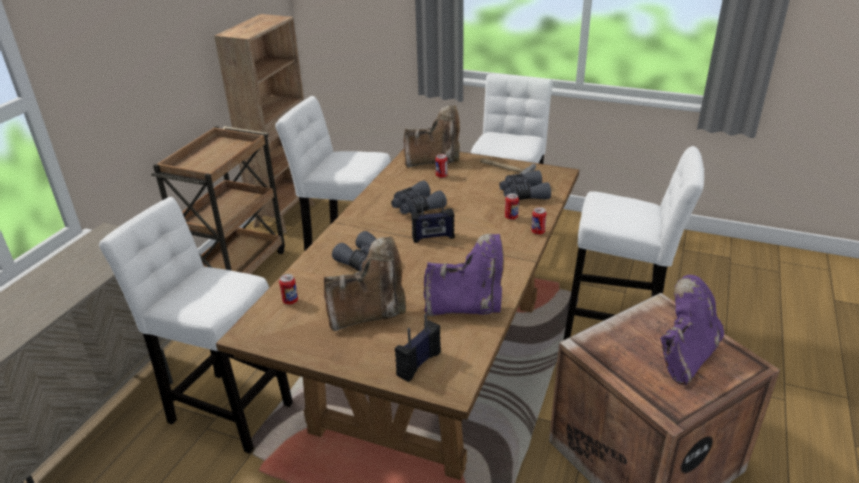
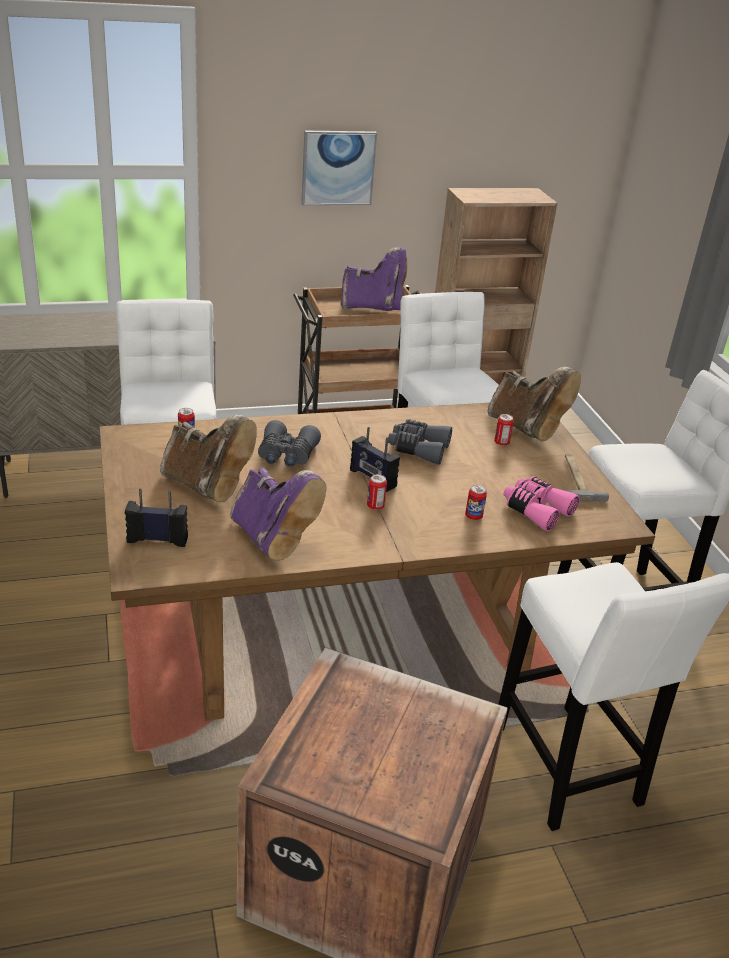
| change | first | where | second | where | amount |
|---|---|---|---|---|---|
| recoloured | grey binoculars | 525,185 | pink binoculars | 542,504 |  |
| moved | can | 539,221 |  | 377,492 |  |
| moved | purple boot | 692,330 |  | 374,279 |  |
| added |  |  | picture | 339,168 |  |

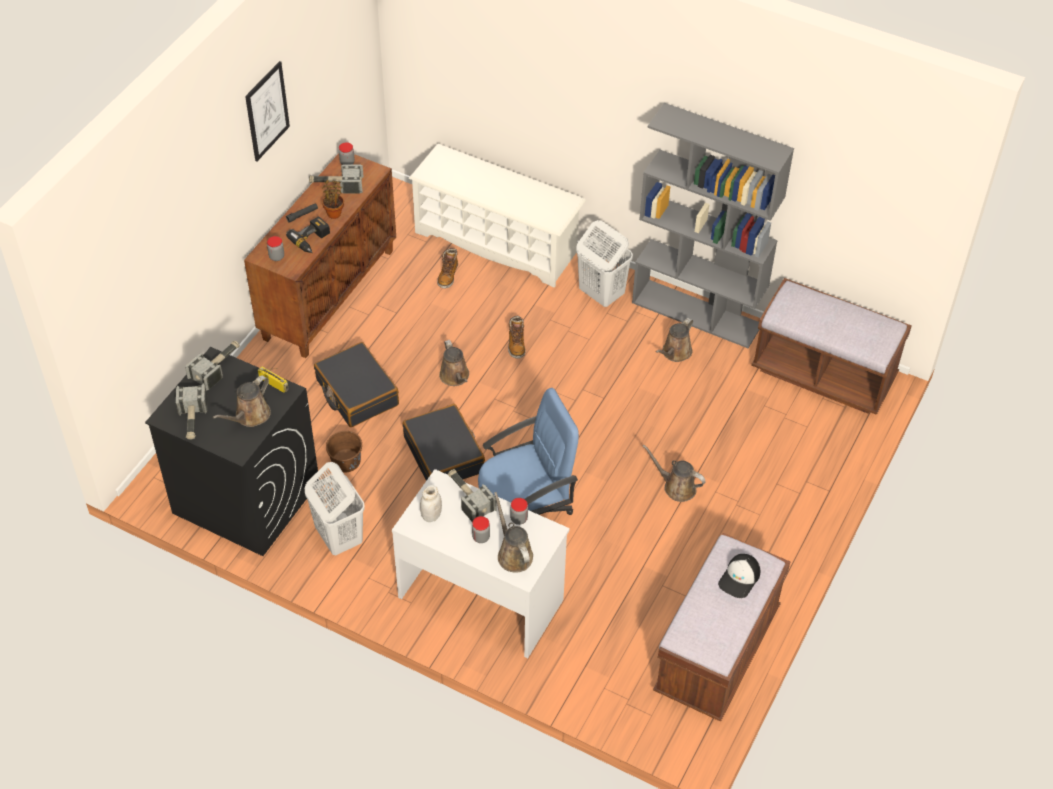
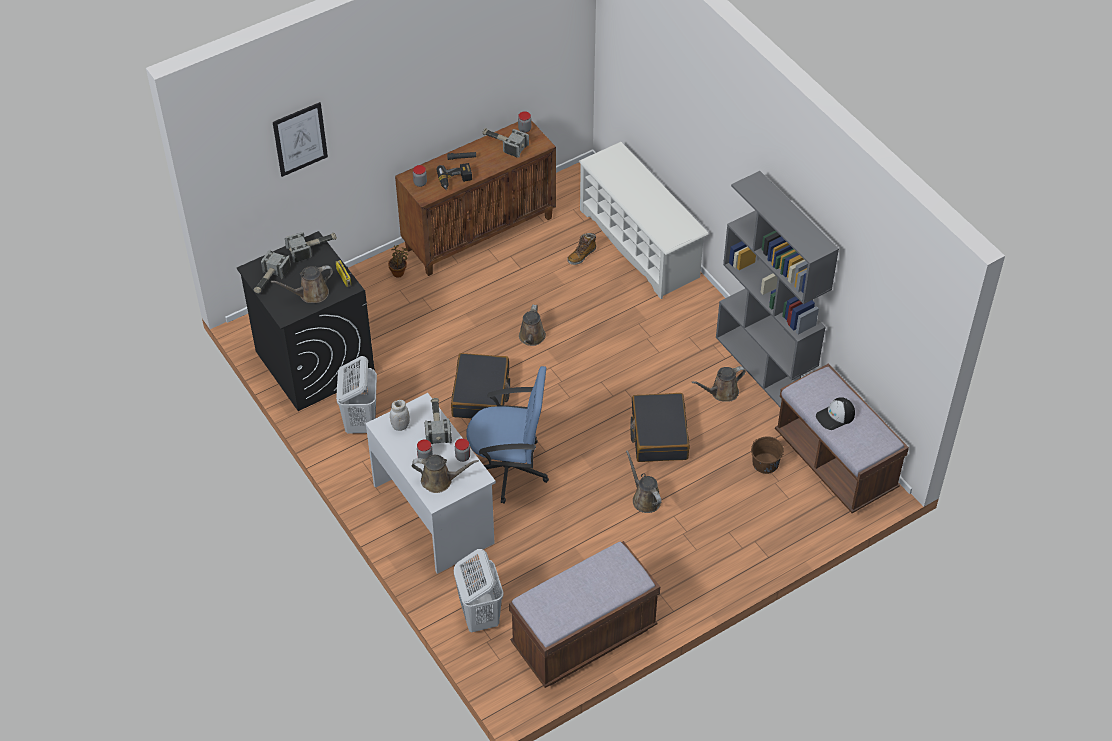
| change | first | where | second | where | amount |
|---|---|---|---|---|---|
| moved | picture | 267,111 |  | 300,139 |  |
| moved | black suitcase | 356,384 |  | 660,427 |  |
| moved | potted plant | 333,199 |  | 398,261 |  |
| moved | brown bucket | 344,452 |  | 767,455 |  |
| turned | brown watering can | 513,532 |  | 445,474 | 90 degrees clockwise |
| removed | boot | 517,337 |  |  |  |
| moved | white laundry basket | 604,263 |  | 479,590 |  |
| moved | cap | 739,576 |  | 835,413 |  |

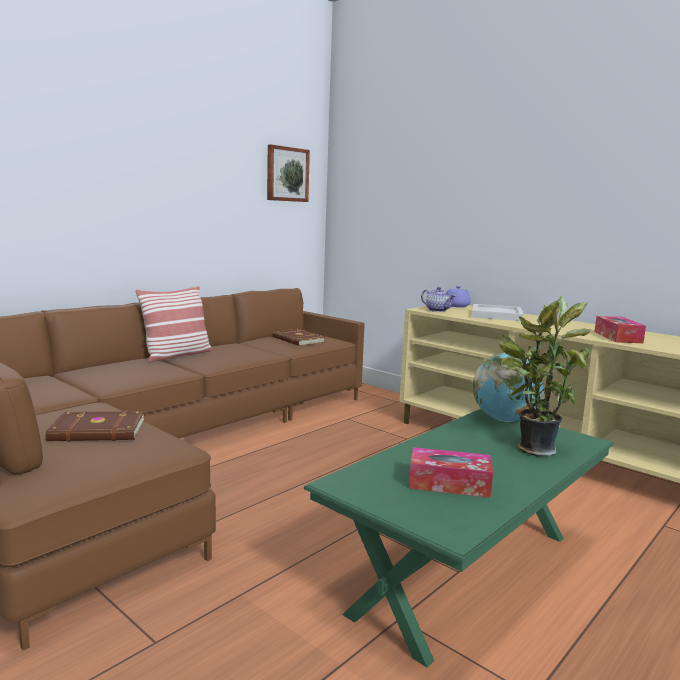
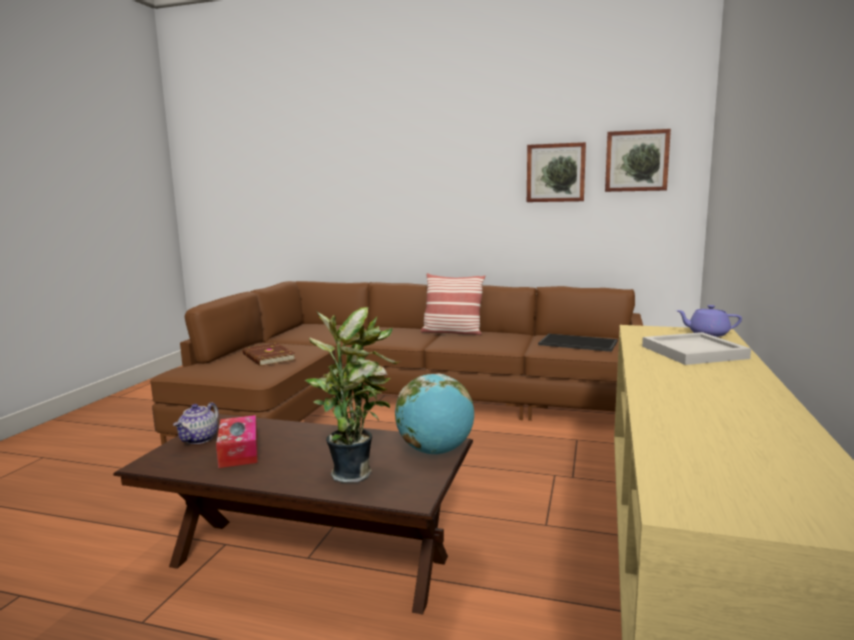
| change | first | where | second | where | amount |
|---|---|---|---|---|---|
| replaced | brown book | 299,337 | tray | 578,343 |  |
| recoloured | green coffee table | 459,538 | brown coffee table | 293,514 |  |
| moved | teapot | 438,299 |  | 195,423 |  |
| removed | tissue box | 620,329 |  |  |  |
| added |  |  | picture | 556,172 |  |

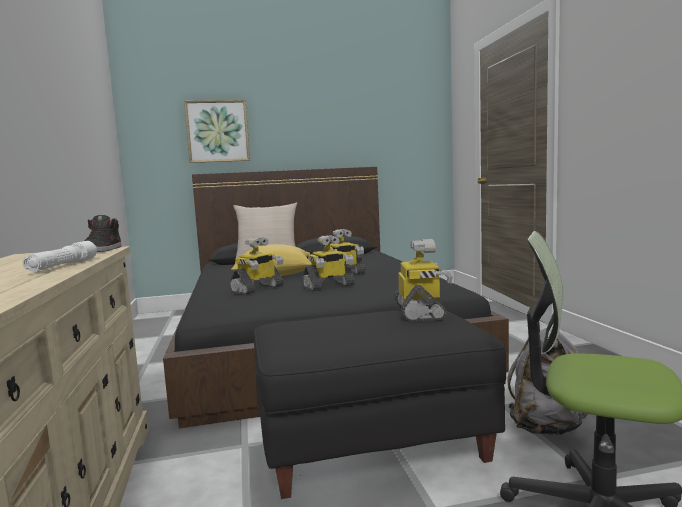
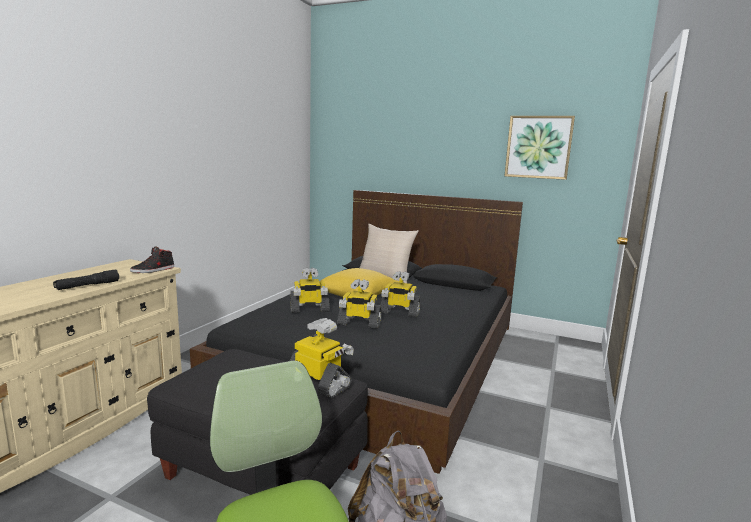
| change | first | where | second | where | amount |
|---|---|---|---|---|---|
| recoloured | white flashlight | 60,256 | black flashlight | 86,279 |  |
| moved | picture | 217,131 |  | 539,148 |  |
| turned | toy robot | 423,280 |  | 322,358 | 90 degrees counterclockwise |

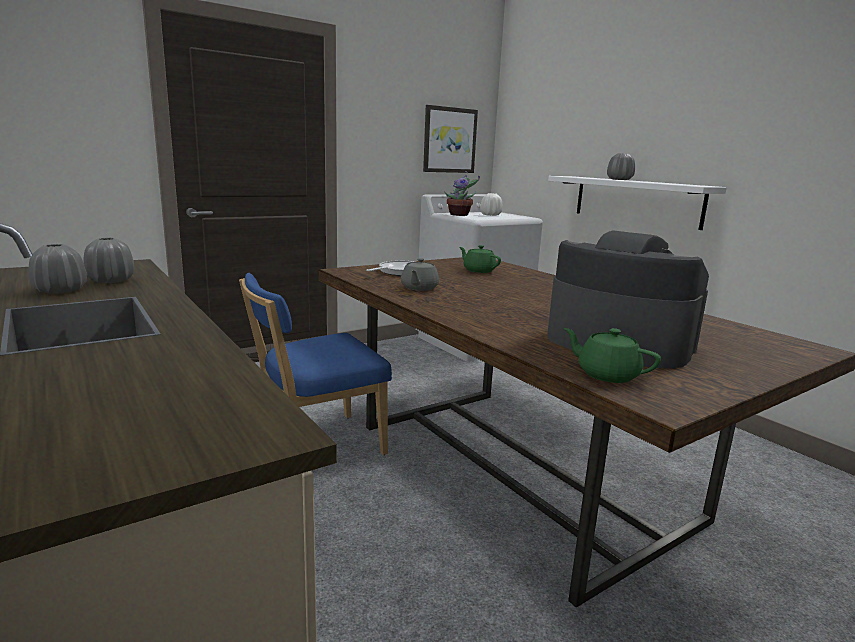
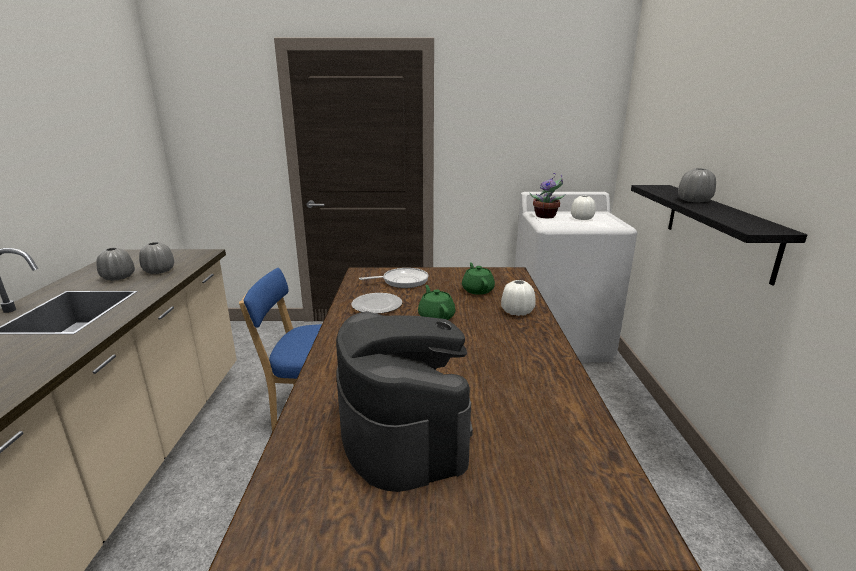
| change | first | where | second | where | amount |
|---|---|---|---|---|---|
| replaced | grey teapot | 420,274 | plate | 376,303 |  |
| removed | picture | 450,139 |  |  |  |
| recoloured | white shelf | 637,203 | black shelf | 719,235 |  |
| moved | green teapot | 612,355 |  | 436,302 |  |
| added |  |  | white vase | 518,298 |  |

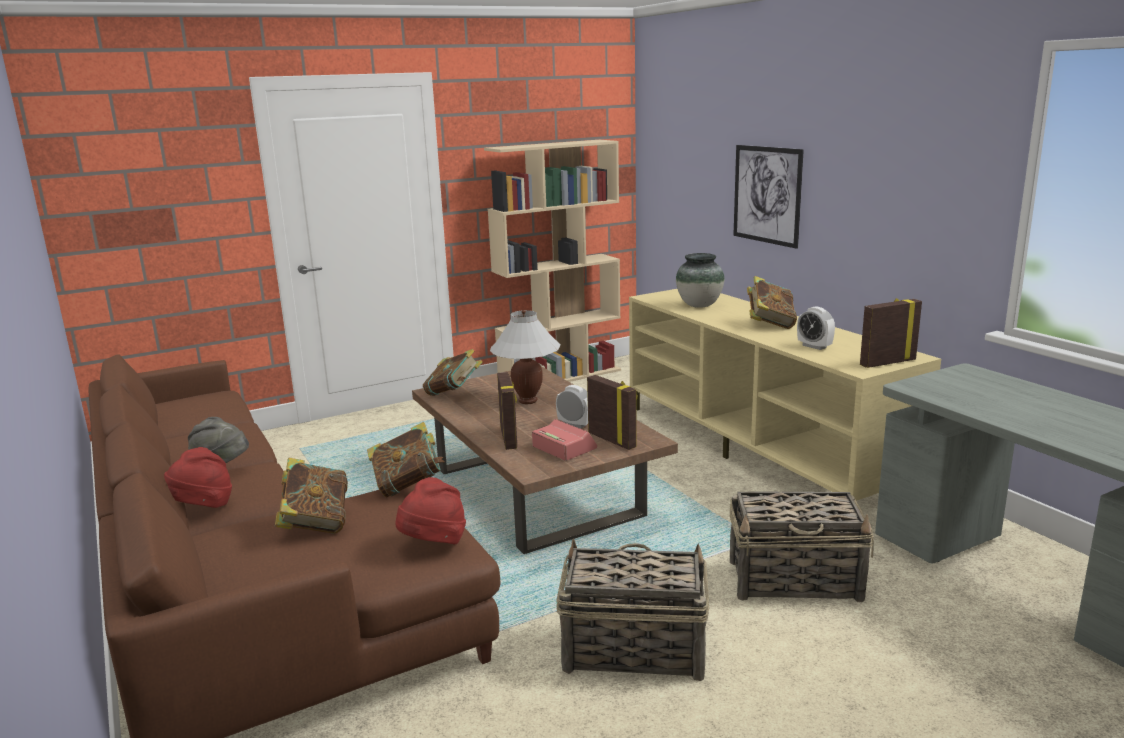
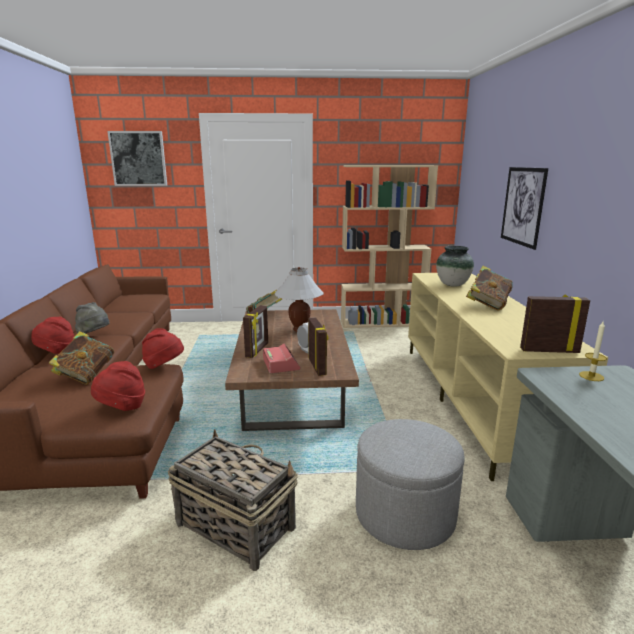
| change | first | where | second | where | amount |
|---|---|---|---|---|---|
| replaced | book | 406,459 | red hat | 163,348 |  |
| replaced | basket | 802,546 | grey ottoman | 410,484 |  |
| removed | alarm clock | 816,328 |  |  |  |
| added |  |  | picture | 137,158 |  |
| added |  |  | candle | 593,351 |  |

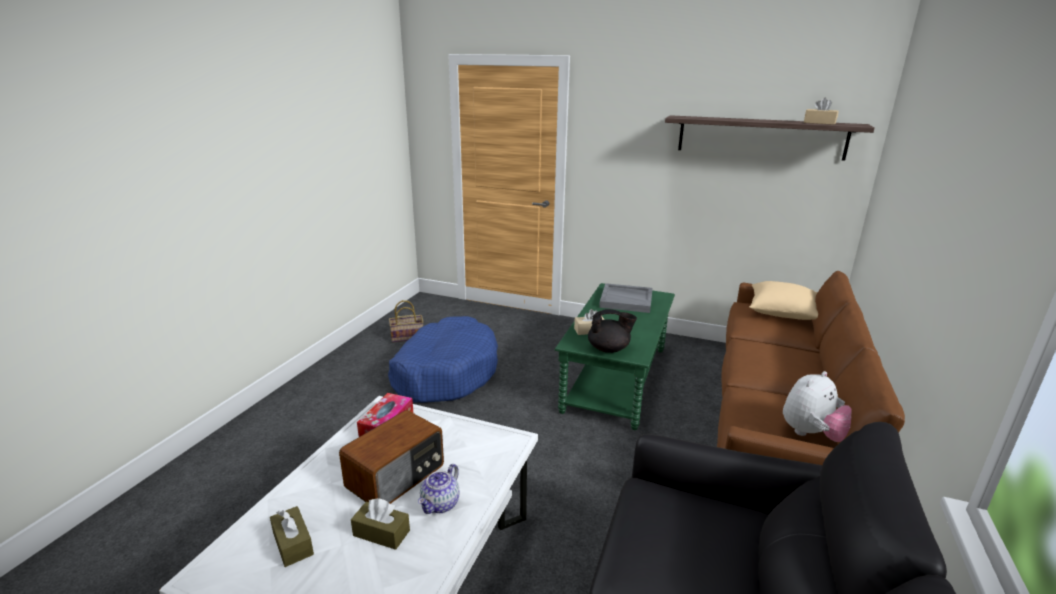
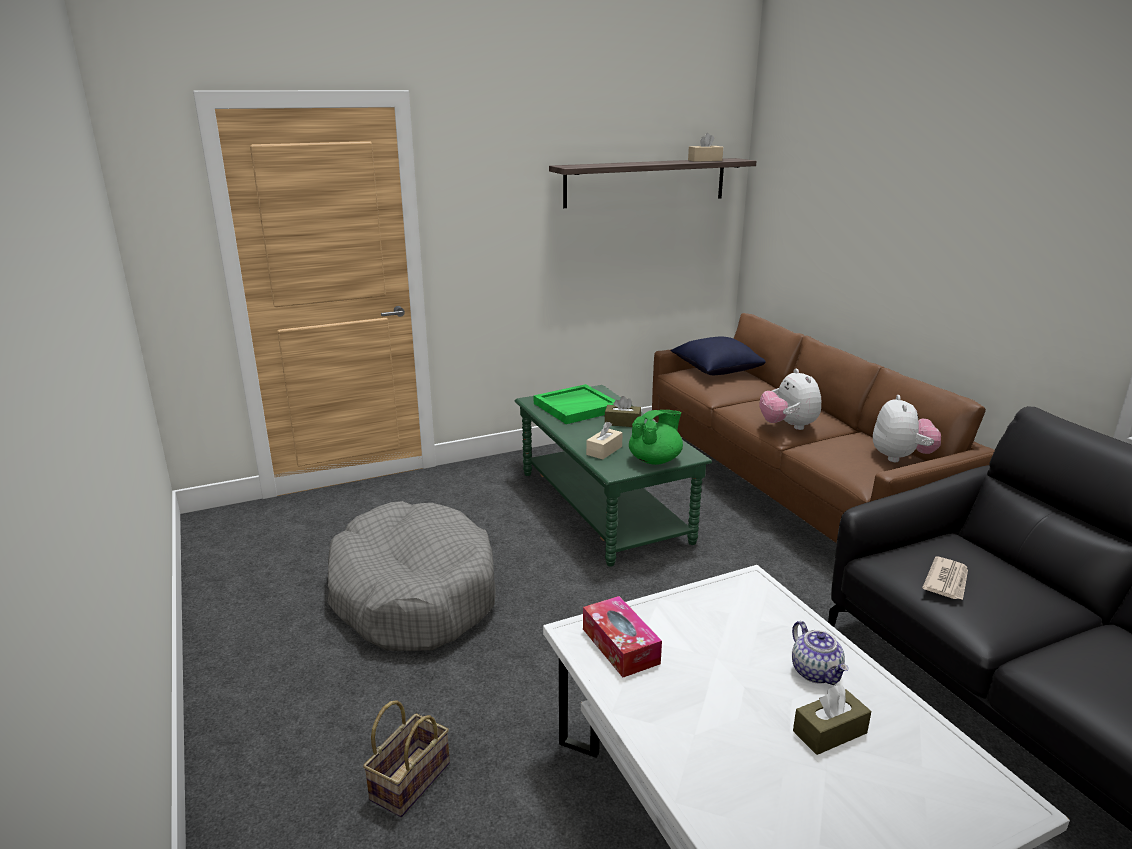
| change | first | where | second | where | amount |
|---|---|---|---|---|---|
| moved | brown tissue box | 292,536 |  | 623,411 |  |
| removed | radio | 391,457 |  |  |  |
| recoloured | blue dog bed | 443,359 | grey dog bed | 412,576 |  |
| moved | basket | 406,321 |  | 406,758 |  |
| recoloured | black teapot | 612,331 | green teapot | 656,437 |  |
| recoloured | grey tray | 626,298 | green tray | 574,404 |  |
| recoloured | beige pillow | 783,300 | blue pillow | 718,356 |  |
| added |  |  | plush toy | 790,399 |  |
| added |  |  | newspaper | 945,578 |  |

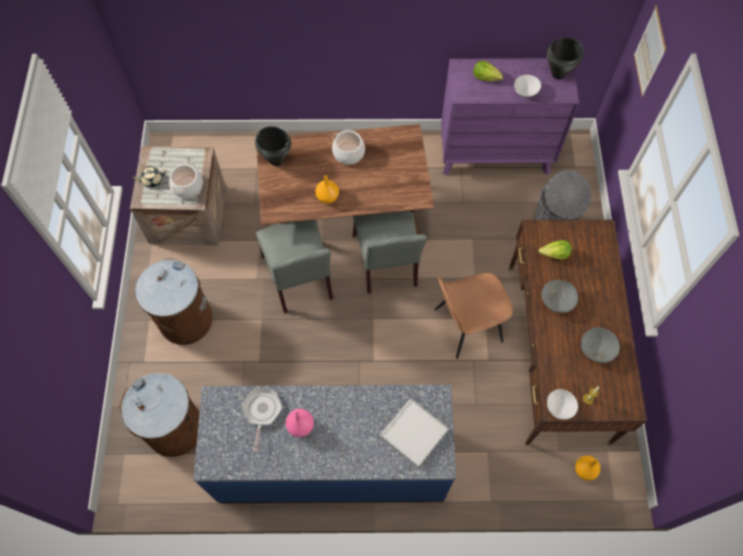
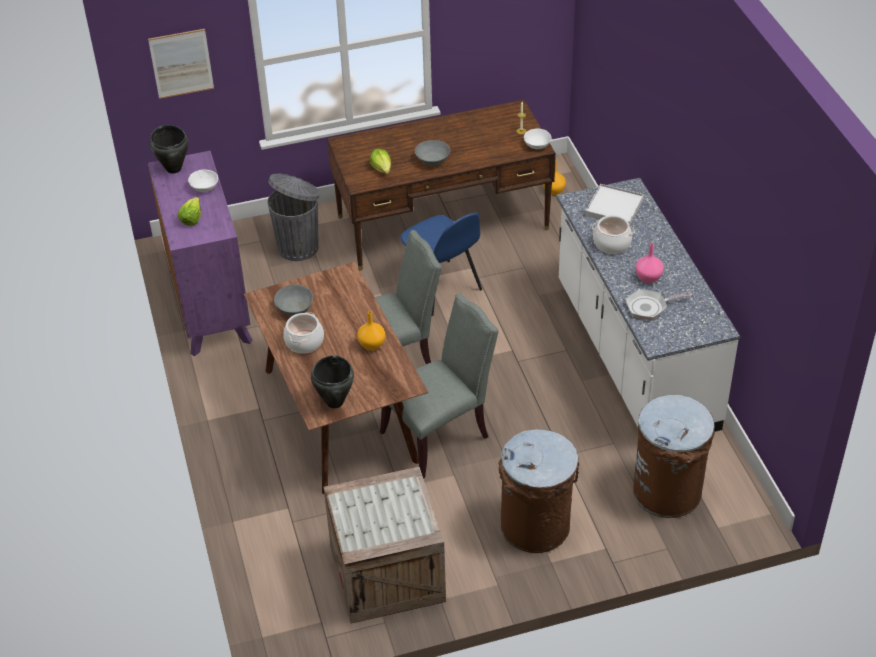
| change | first | where | second | where | amount |
|---|---|---|---|---|---|
| removed | beige teapot | 148,176 |  |  |  |
| moved | cooking pot | 186,181 |  | 613,234 |  |
| recoloured | blue counter | 324,444 | white counter | 648,305 |  |
| recoloured | brown chair | 474,316 | blue chair | 441,264 |  |
| moved | grey bowl | 600,345 |  | 293,299 |  |

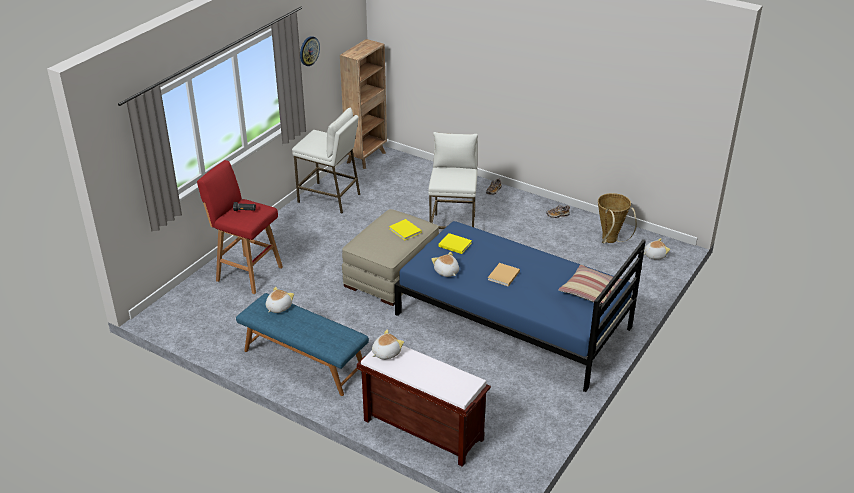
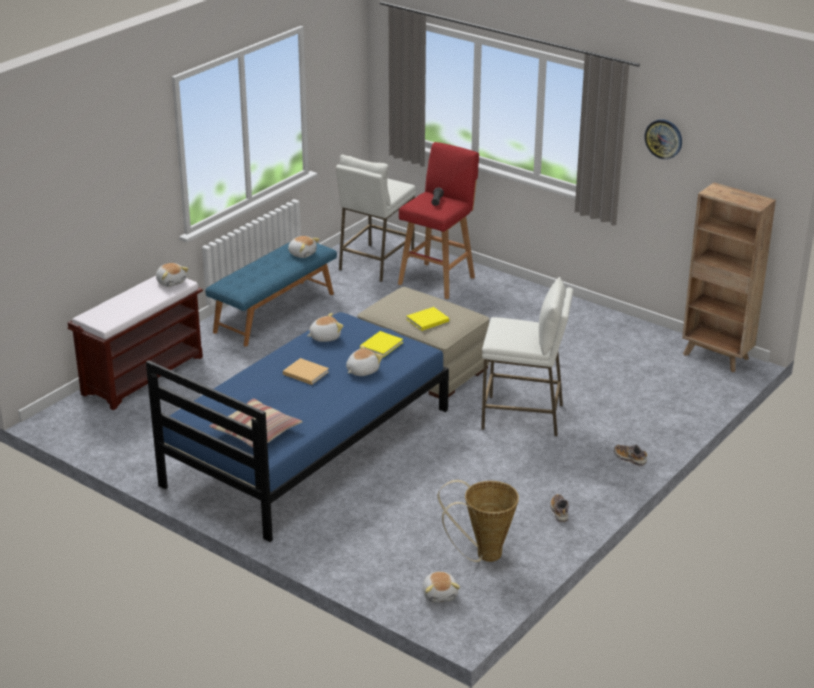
| change | first | where | second | where | amount |
|---|---|---|---|---|---|
| moved | white stool | 326,160 |  | 376,218 |  |
| added |  |  | plush toy | 364,360 |  |

